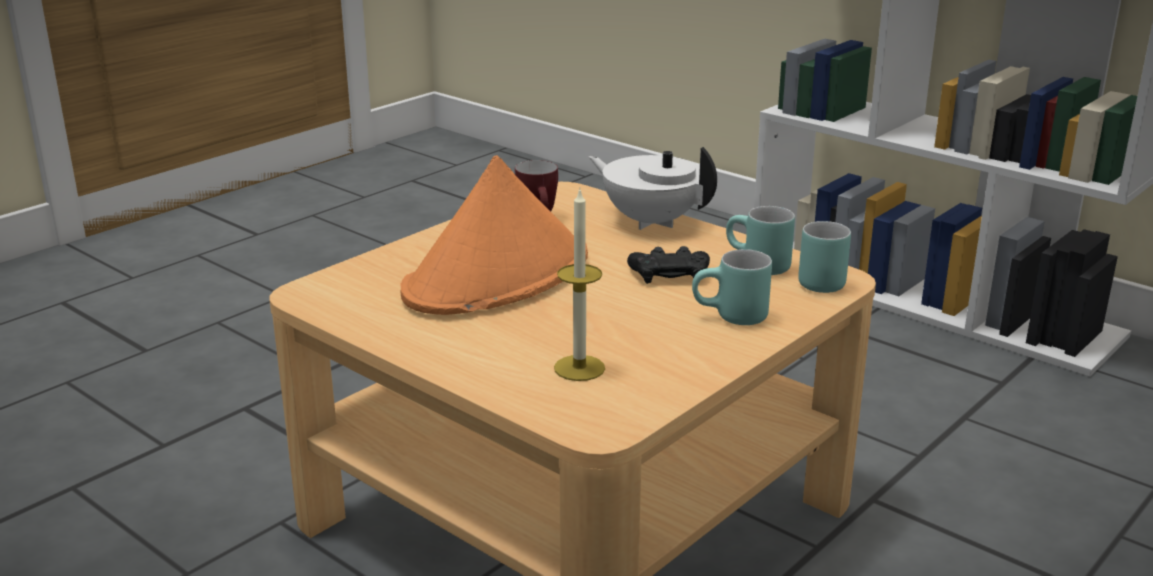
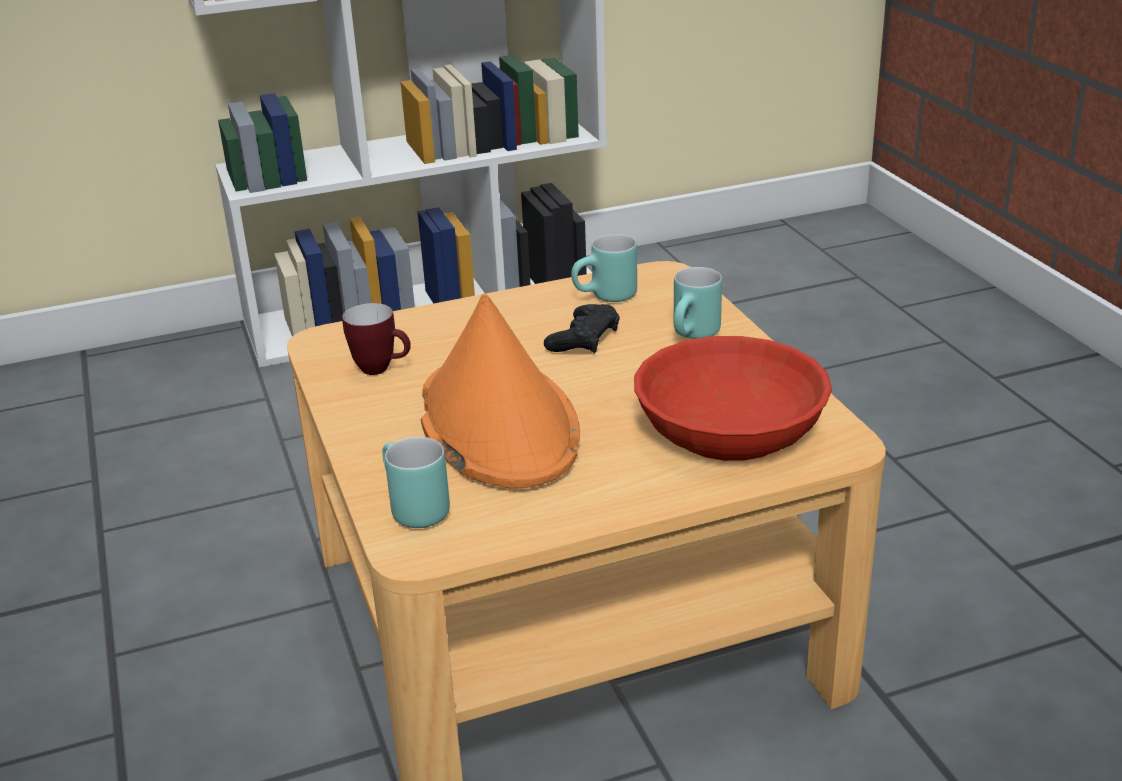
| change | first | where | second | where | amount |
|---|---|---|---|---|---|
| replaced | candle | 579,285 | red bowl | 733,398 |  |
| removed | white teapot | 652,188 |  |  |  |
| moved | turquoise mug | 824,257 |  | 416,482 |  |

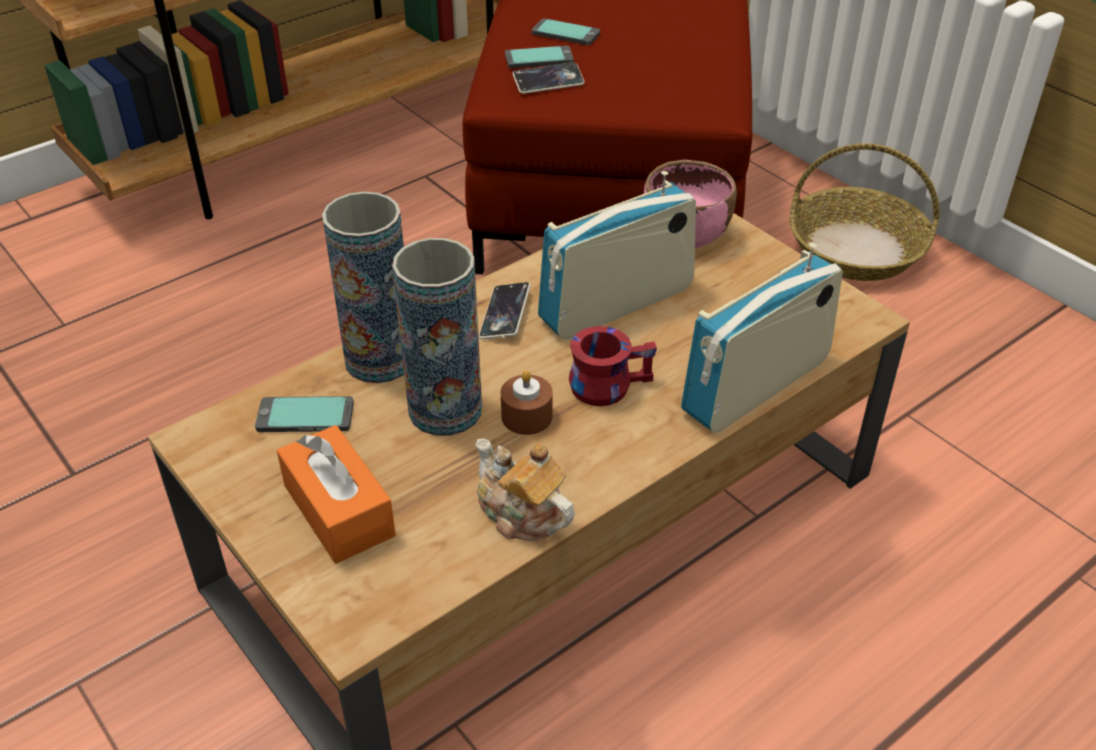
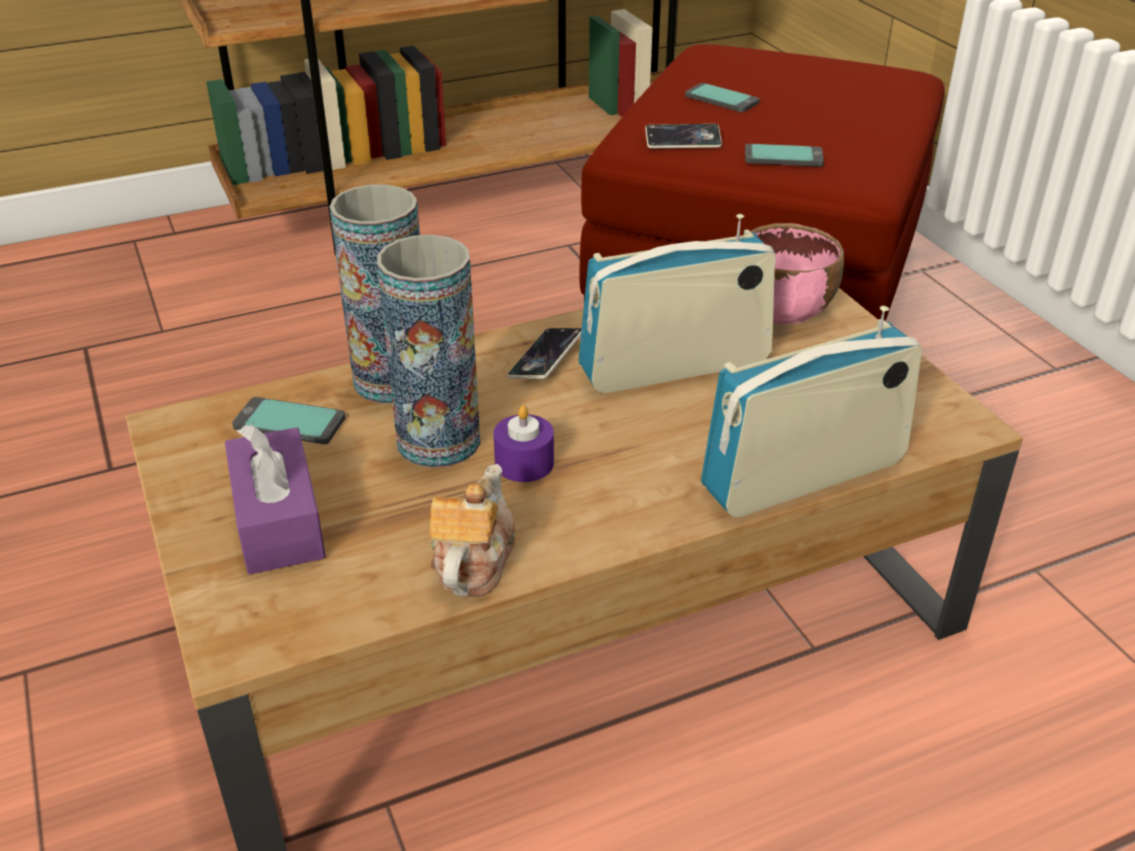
| change | first | where | second | where | amount |
|---|---|---|---|---|---|
| recoloured | orange tissue box | 336,494 | purple tissue box | 275,500 |  |
| turned | teapot | 525,490 |  | 472,530 | 45 degrees clockwise |
| recoloured | brown candle | 527,402 | purple candle | 524,443 |  |
| moved | phone | 539,57 |  | 784,155 |  |
| removed | red mug | 613,366 |  |  |  |
| removed | basket | 864,212 |  |  |  |

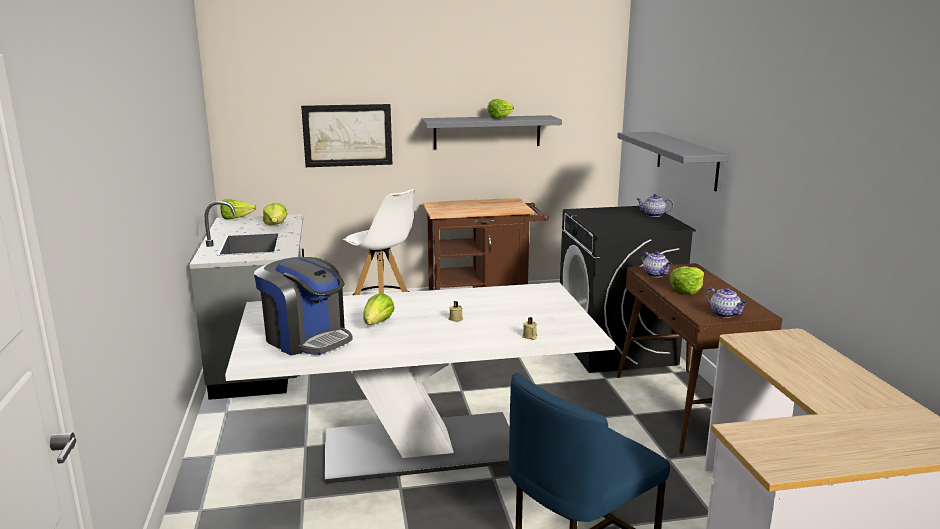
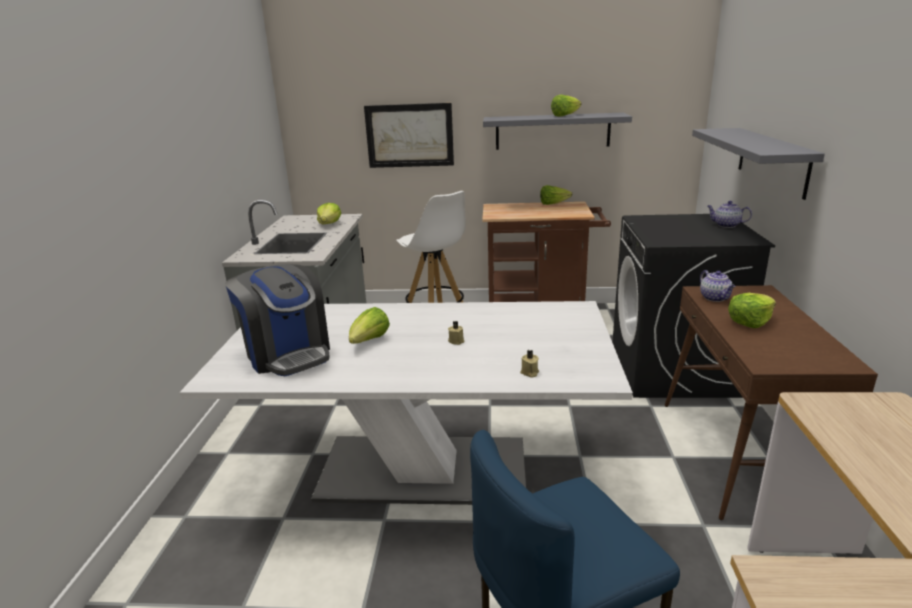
| change | first | where | second | where | amount |
|---|---|---|---|---|---|
| moved | lettuce | 238,209 |  | 556,195 |  |
| removed | teapot | 726,303 |  |  |  |

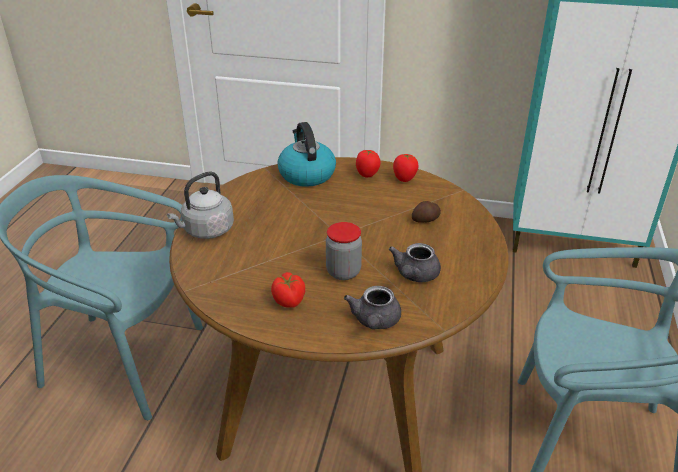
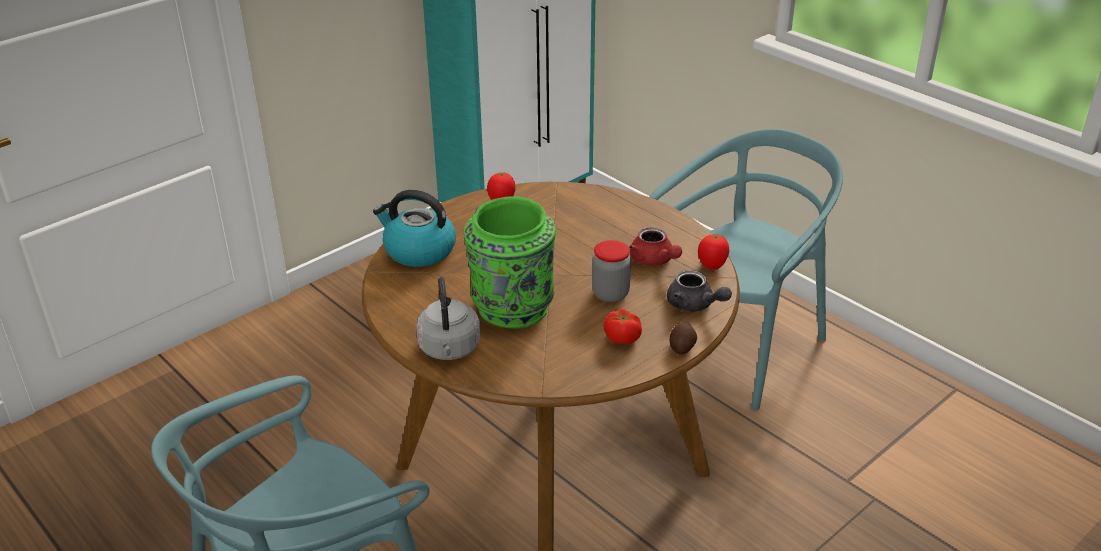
| change | first | where | second | where | amount |
|---|---|---|---|---|---|
| moved | tomato | 368,164 |  | 713,252 |  |
| recoloured | grey teapot | 415,262 | red teapot | 655,246 |  |
| moved | potato | 426,211 |  | 683,338 |  |
| added |  |  | green vase | 510,262 |  |

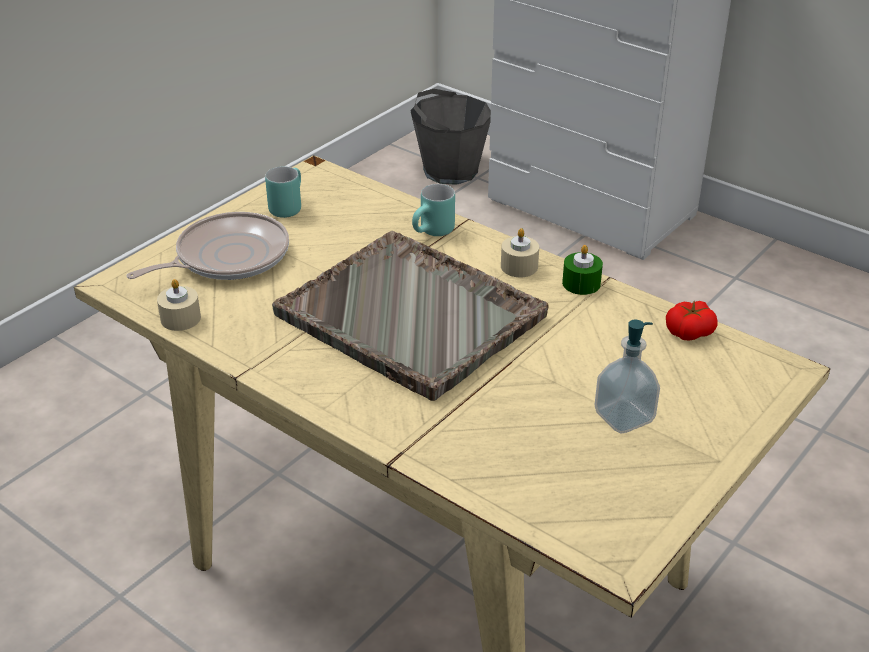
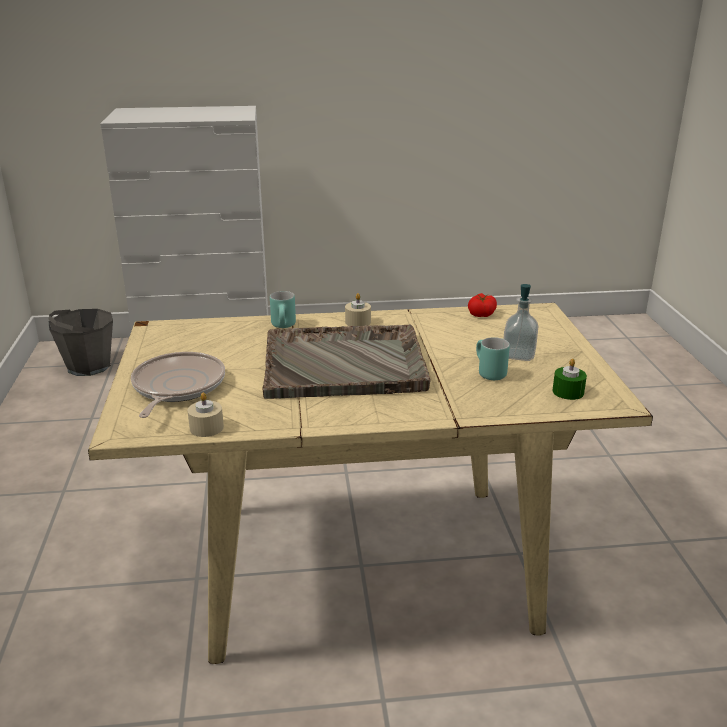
| change | first | where | second | where | amount |
|---|---|---|---|---|---|
| moved | turquoise mug | 283,192 |  | 493,358 |  |
| moved | green candle | 582,270 |  | 569,379 |  |

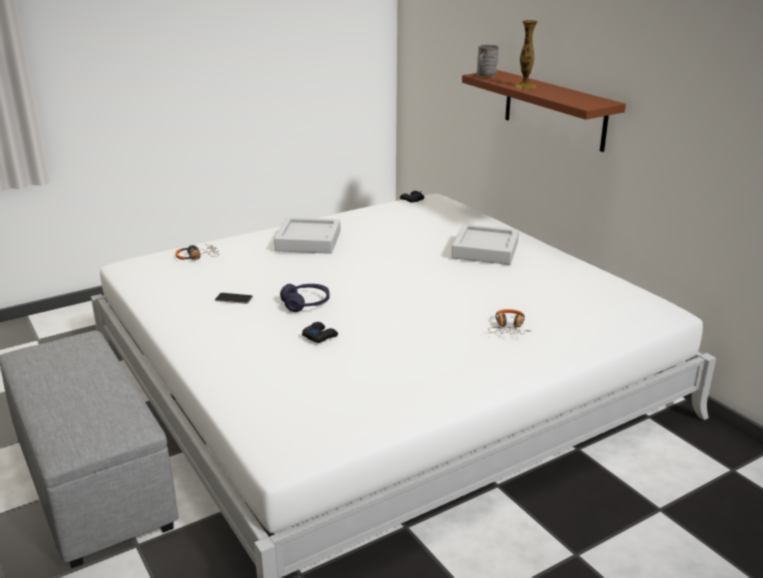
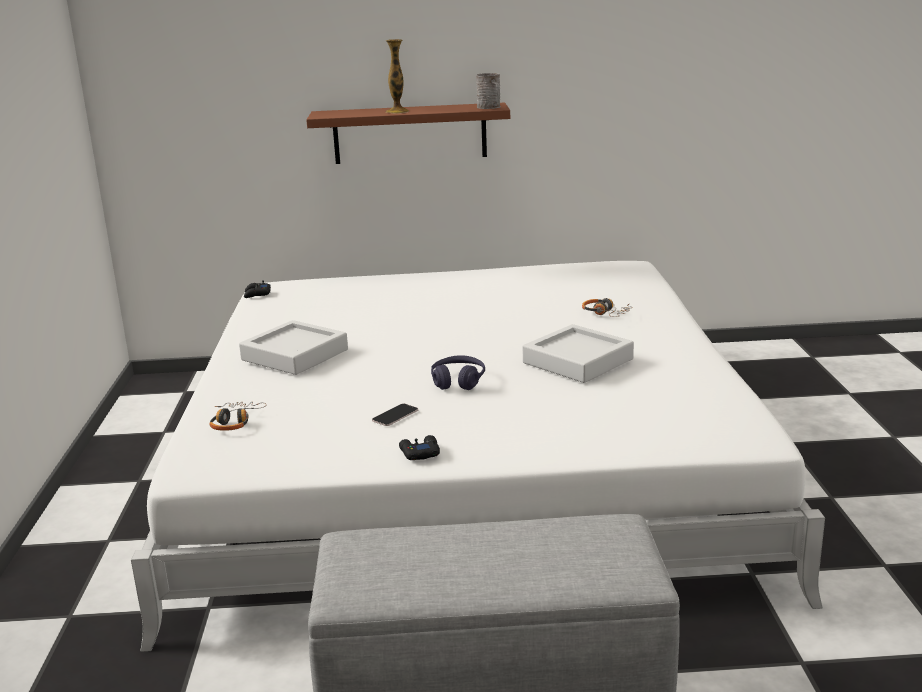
| change | first | where | second | where | amount |
|---|---|---|---|---|---|
| moved | black game controller | 320,332 |  | 419,447 |  |
| moved | grey tray | 485,244 |  | 578,353 |  |
| moved | grey mug | 488,61 |  | 488,91 |  |

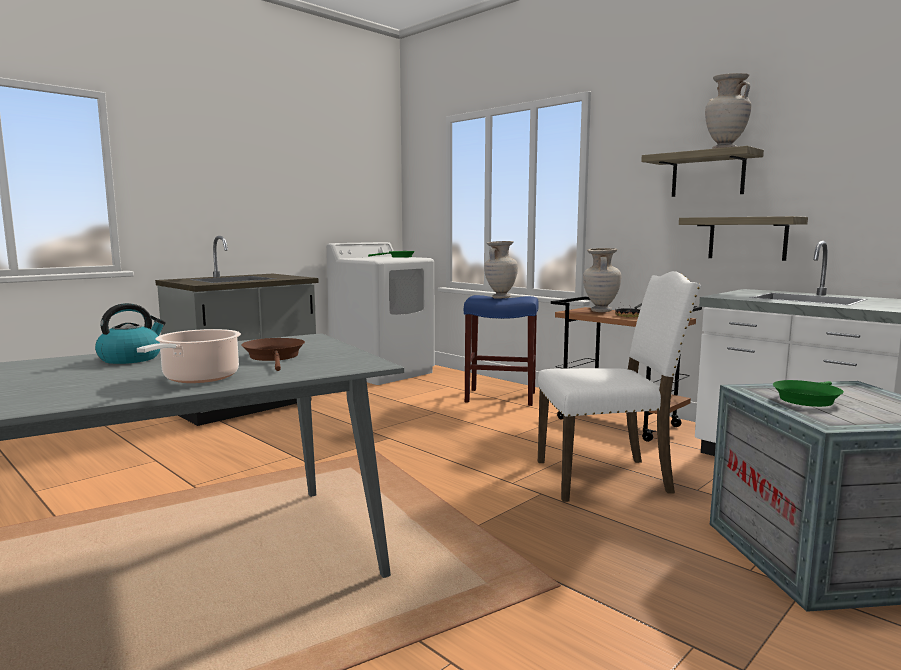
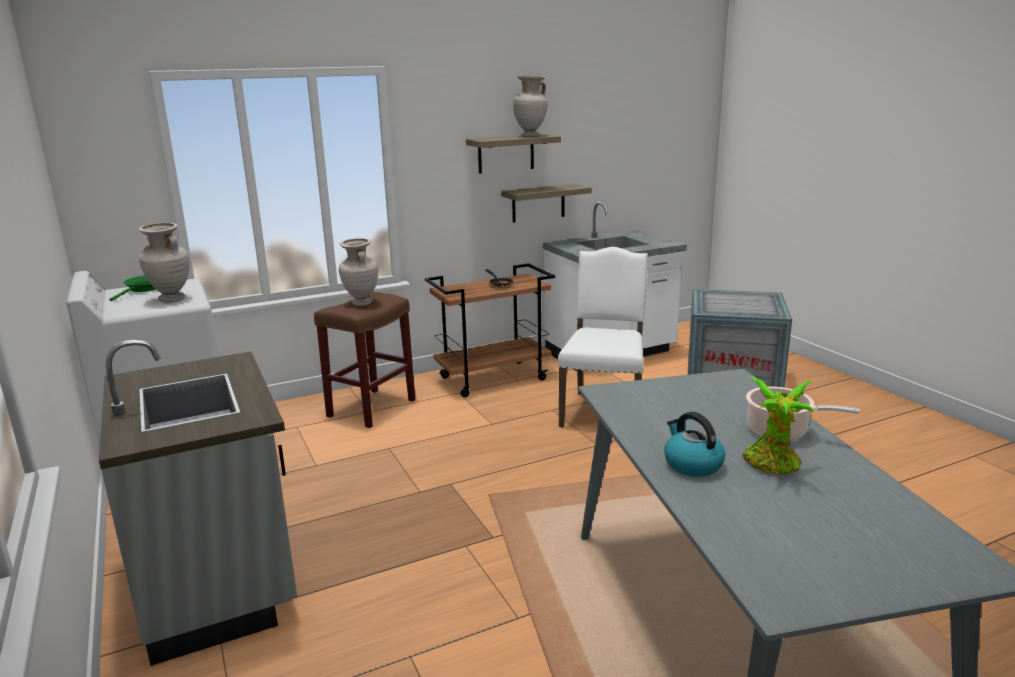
| change | first | where | second | where | amount |
|---|---|---|---|---|---|
| removed | brown frying pan | 273,354 |  |  |  |
| recoloured | blue stool | 501,350 | brown stool | 364,360 |  |
| moved | beige vase | 602,280 |  | 164,262 |  |
| removed | green frying pan | 808,393 |  |  |  |
| added |  |  | potted plant | 778,425 |  |

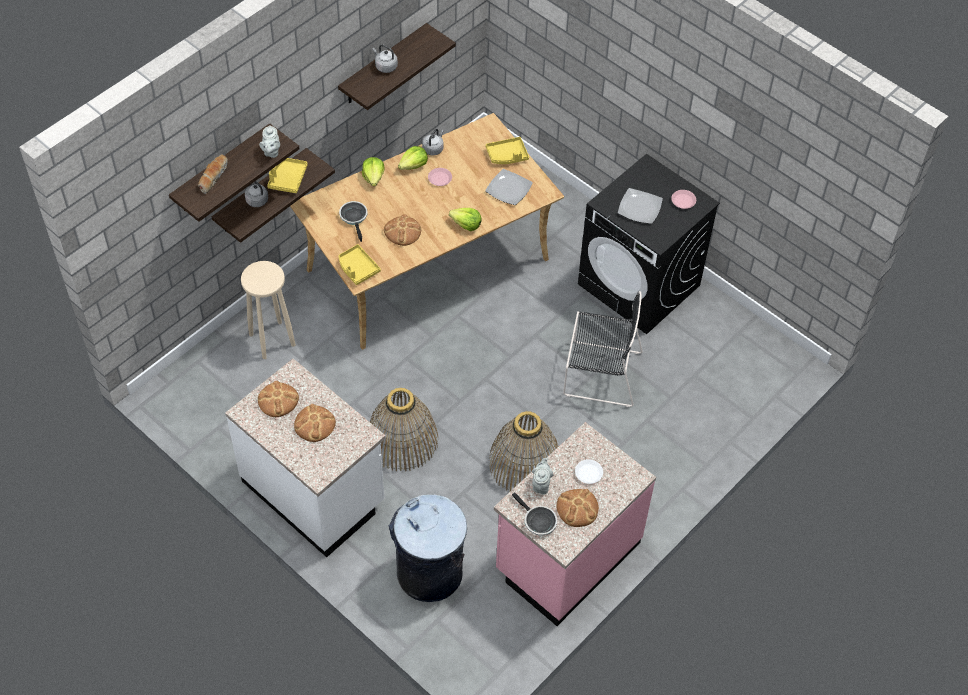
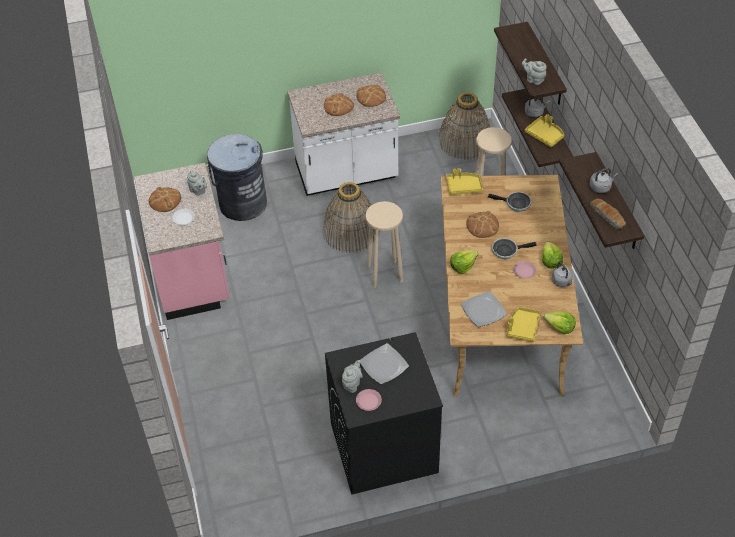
| change | first | where | second | where | amount |
|---|---|---|---|---|---|
| moved | bread | 213,174 |  | 608,214 |  |
| moved | lettuce | 373,171 |  | 559,322 |  |
| moved | basket | 524,451 |  | 464,126 |  |
| moved | frying pan | 534,514 |  | 514,248 |  |
| removed | black chair | 603,349 |  |  |  |
| added |  |  | grey teapot | 352,376 |  |
| added |  |  | beige stool | 384,244 |  |

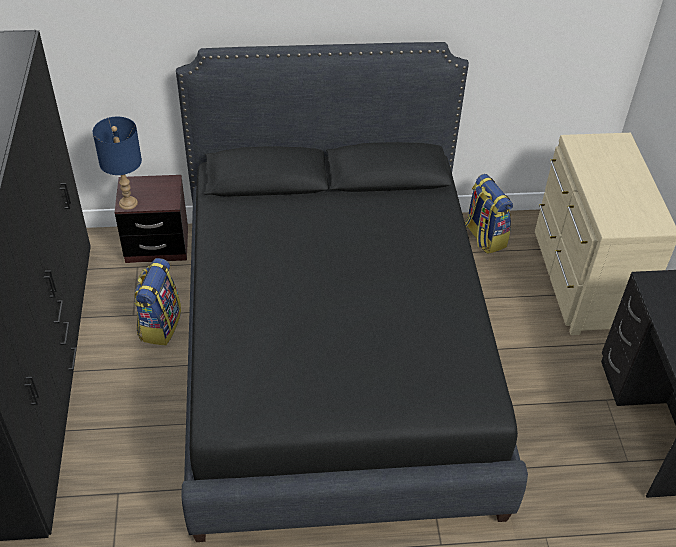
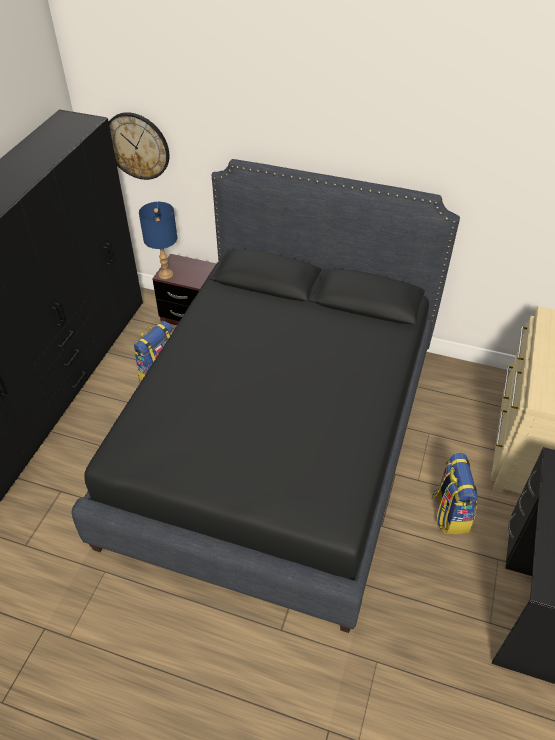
| change | first | where | second | where | amount |
|---|---|---|---|---|---|
| moved | backpack | 489,214 |  | 454,493 |  |
| added |  |  | wall clock | 139,146 |  |

